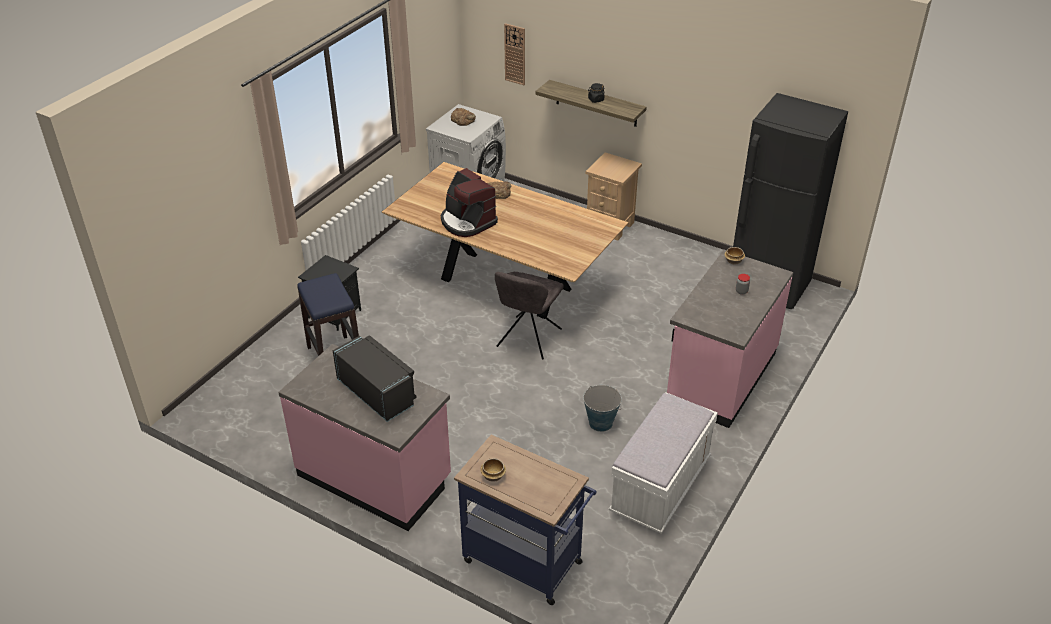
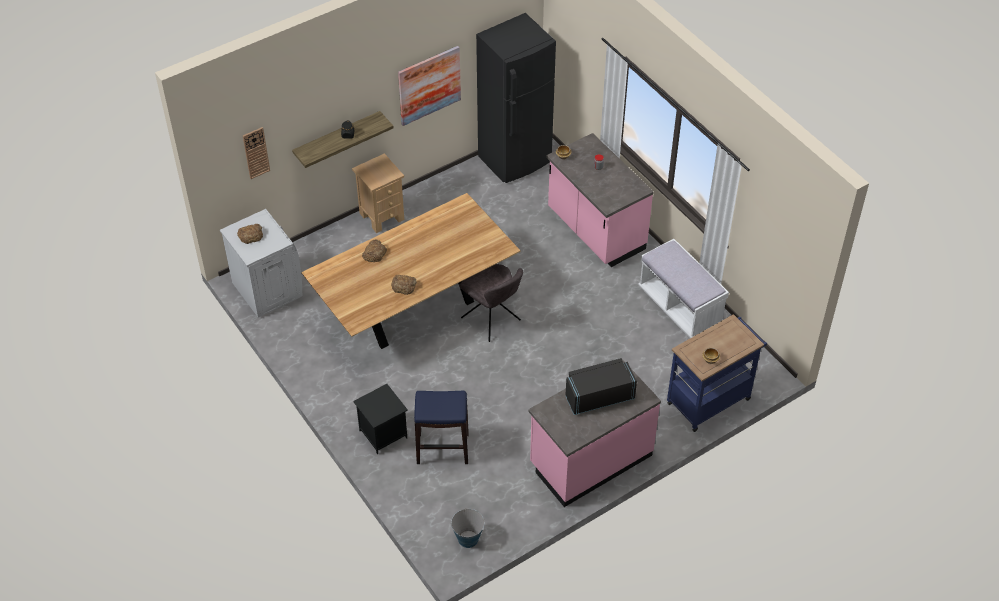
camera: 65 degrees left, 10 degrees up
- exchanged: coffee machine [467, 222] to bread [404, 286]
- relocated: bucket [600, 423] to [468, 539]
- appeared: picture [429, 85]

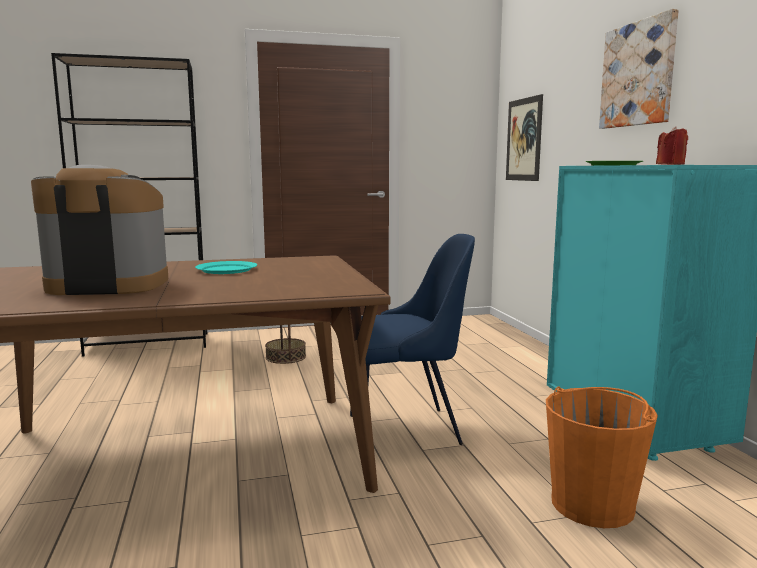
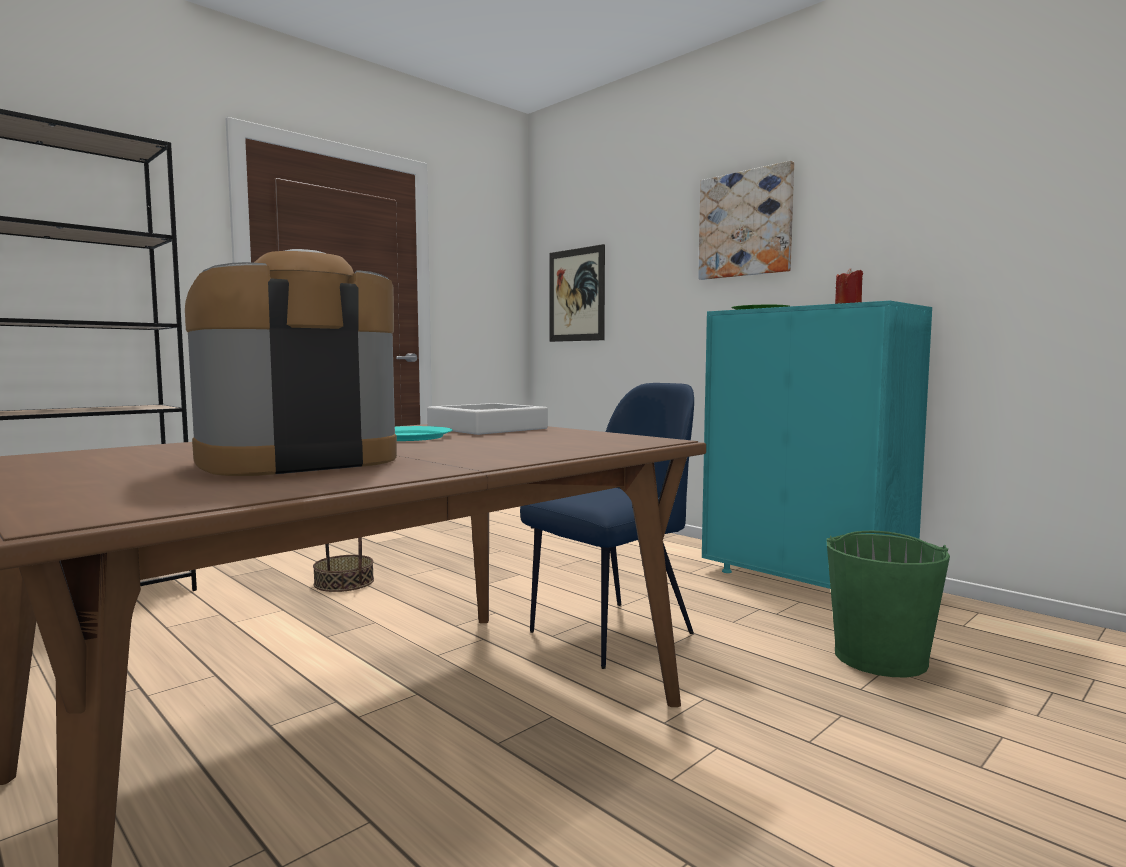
camera: 30 degrees left, 5 degrees down
- colour: bucket/orange [593, 504] to bucket/green [880, 657]
- appeared: tray/grey [487, 428]

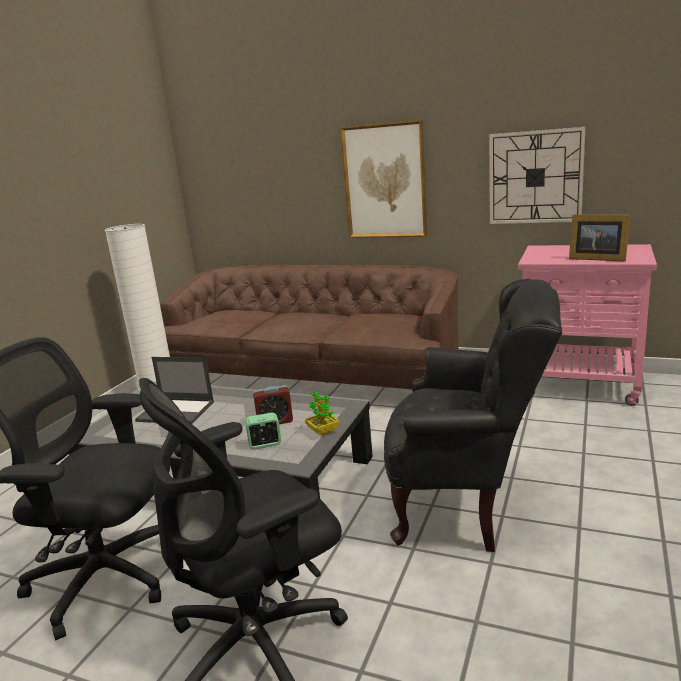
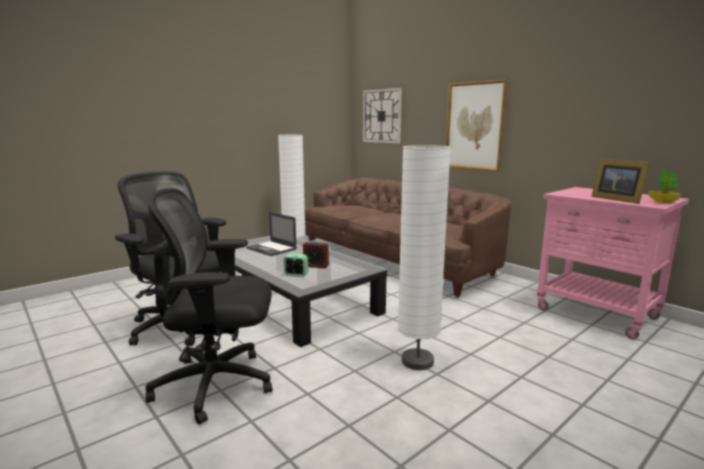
camera: 25 degrees right, 5 degrees down
- relocated: potted plant [323, 431] to [662, 202]
- exchanged: armchair/black [468, 508] to floor lamp/white [417, 361]
- relocated: wall clock [535, 177] to [382, 116]

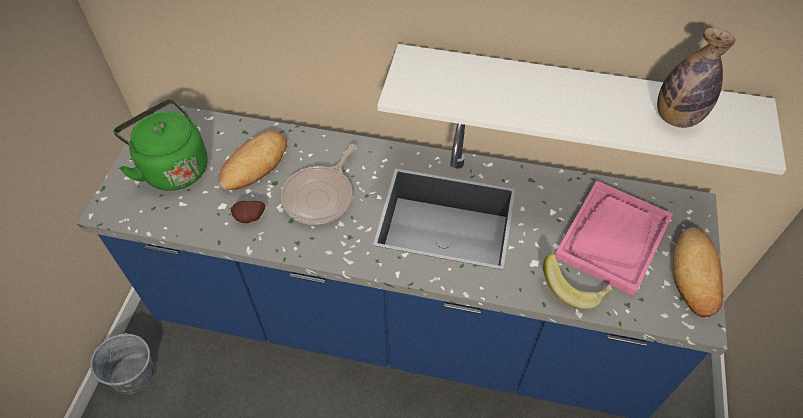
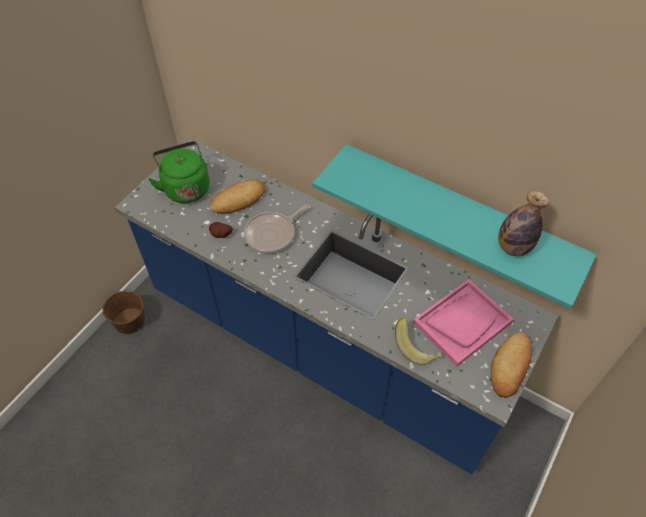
camera: 20 degrees right, 0 degrees up
- colour: bucket/grey [133, 373] to bucket/brown [130, 321]
- colour: shelf/white [571, 97] to shelf/turquoise [458, 213]

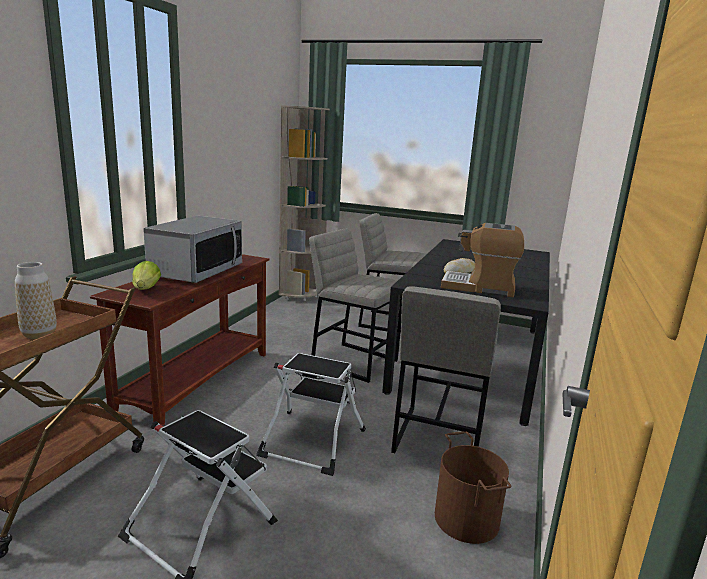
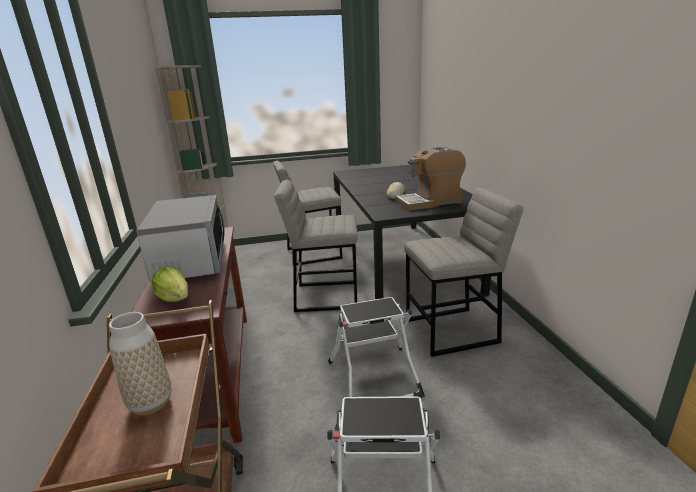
camera: 30 degrees left, 5 degrees up
- spun: chair/grey [438, 439] = [453, 330] 90 degrees counterclockwise
- missing: bucket/brown [465, 519]

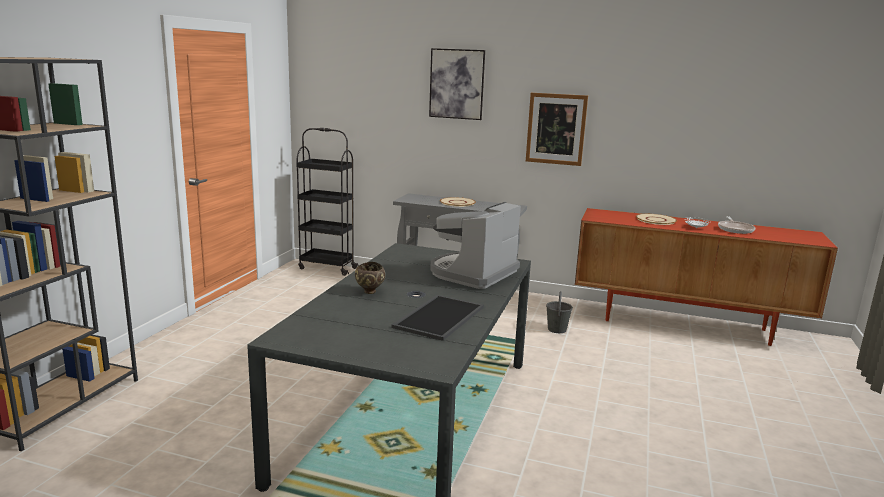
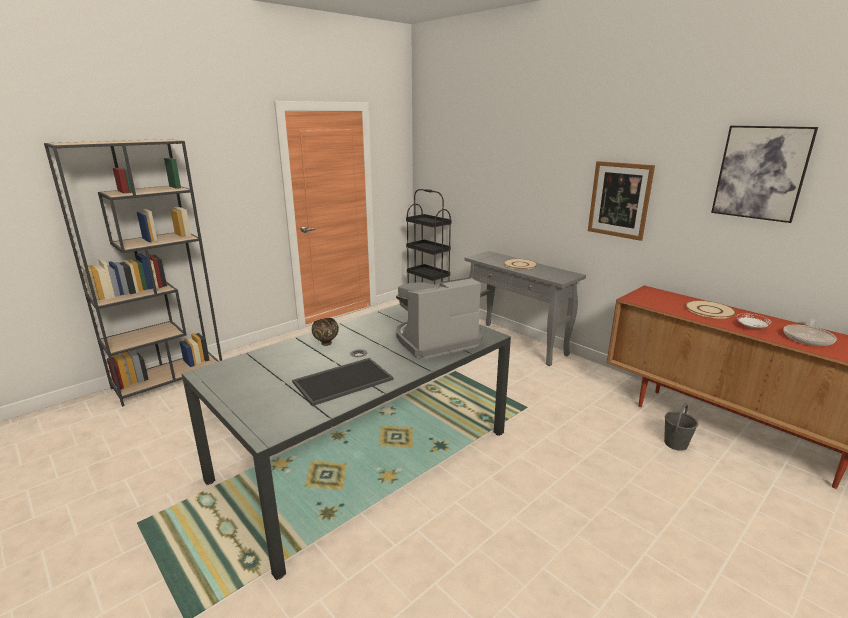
camera: 30 degrees right, 5 degrees up
- relocated: picture [457, 84] to [761, 173]
- relocated: bucket/grey [557, 329] to [675, 444]

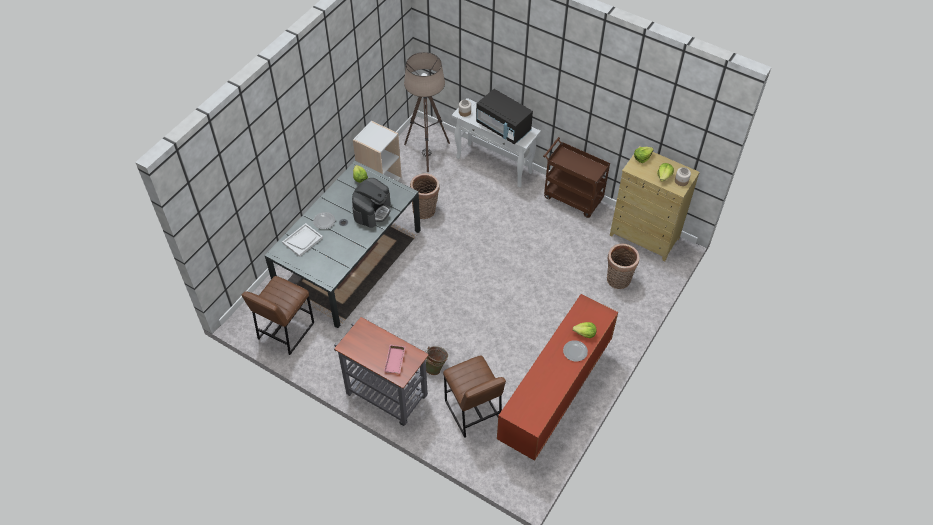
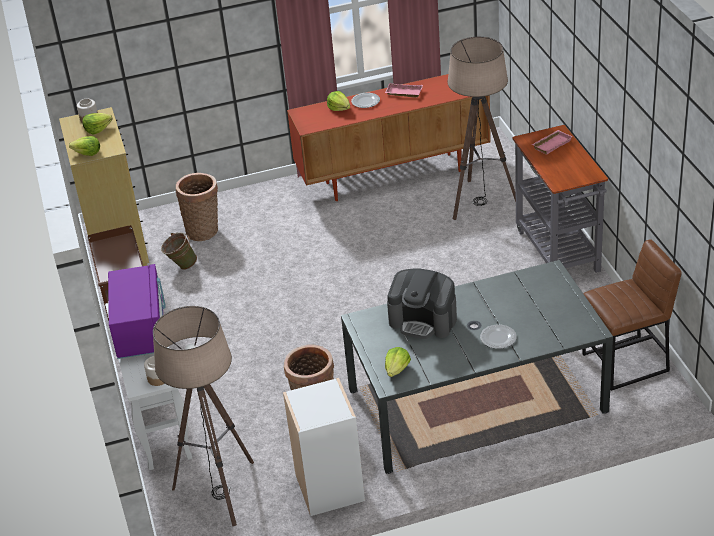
camera: 135 degrees left, 15 degrees down
- missing: tray/white [302, 240]
- spun: coffee machine [372, 211] = [423, 320] 135 degrees counterclockwise
- relocated: bucket/green [436, 367] to [181, 266]
- exchanged: chair/brown [473, 411] to floor lamp [480, 202]
- colour: microwave/black [503, 127] to microwave/purple [141, 330]
- appeared: tray/pink [403, 93]

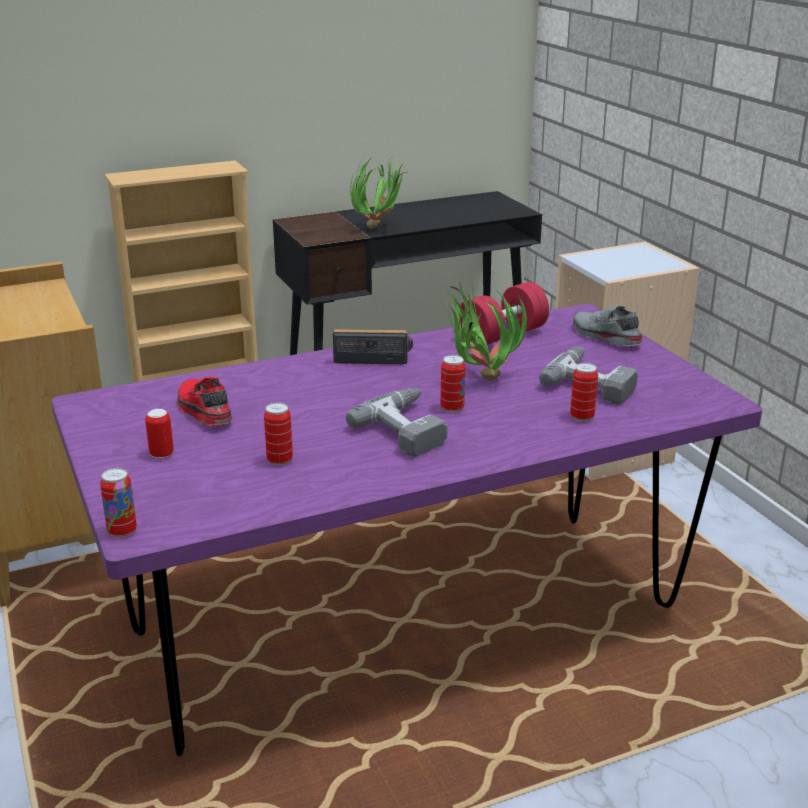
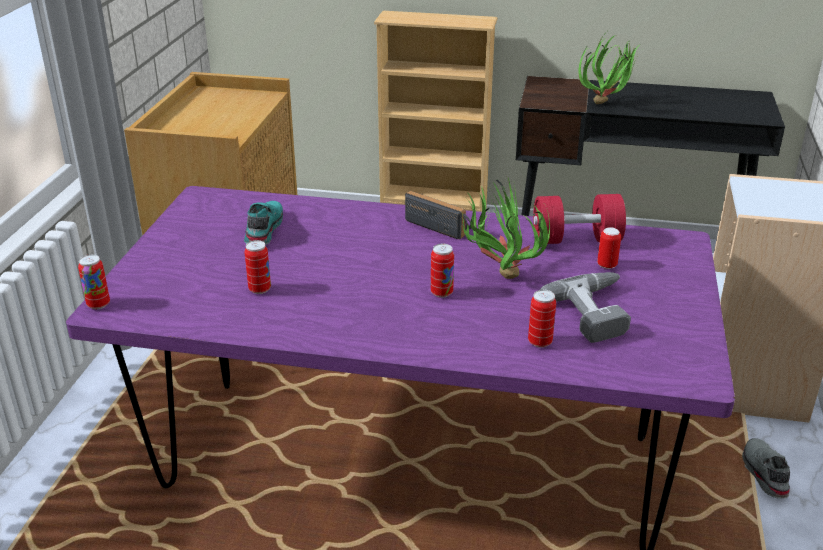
camera: 35 degrees right, 5 degrees up
- relocated: can [161, 454] to [607, 265]
- colour: shoe/red [203, 411] to shoe/turquoise [262, 230]
- missing: power drill [410, 429]
- relocated: shoe/grey [604, 337] to [763, 473]

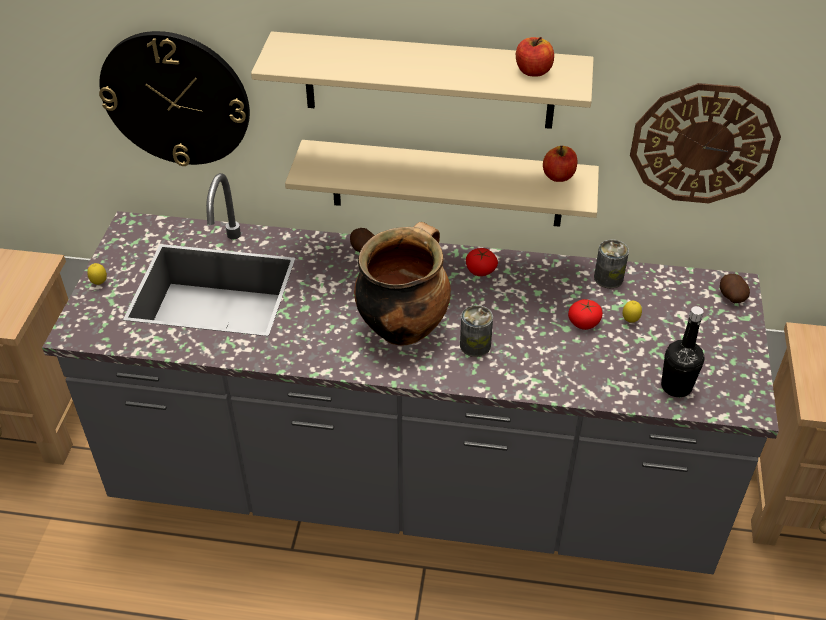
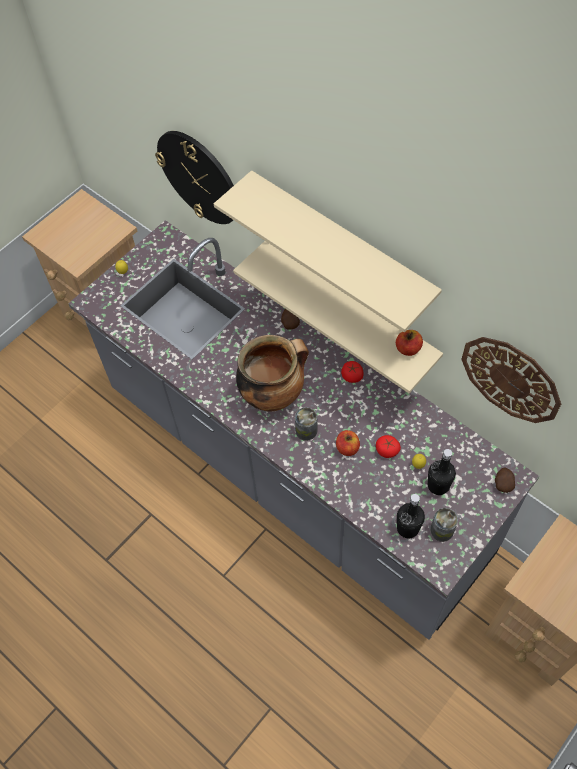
camera: 35 degrees right, 15 degrees up
- relocated: apple [533, 71] to [347, 448]
- relocated: can [608, 278] to [442, 530]
- appeared: bottle/black [438, 485]

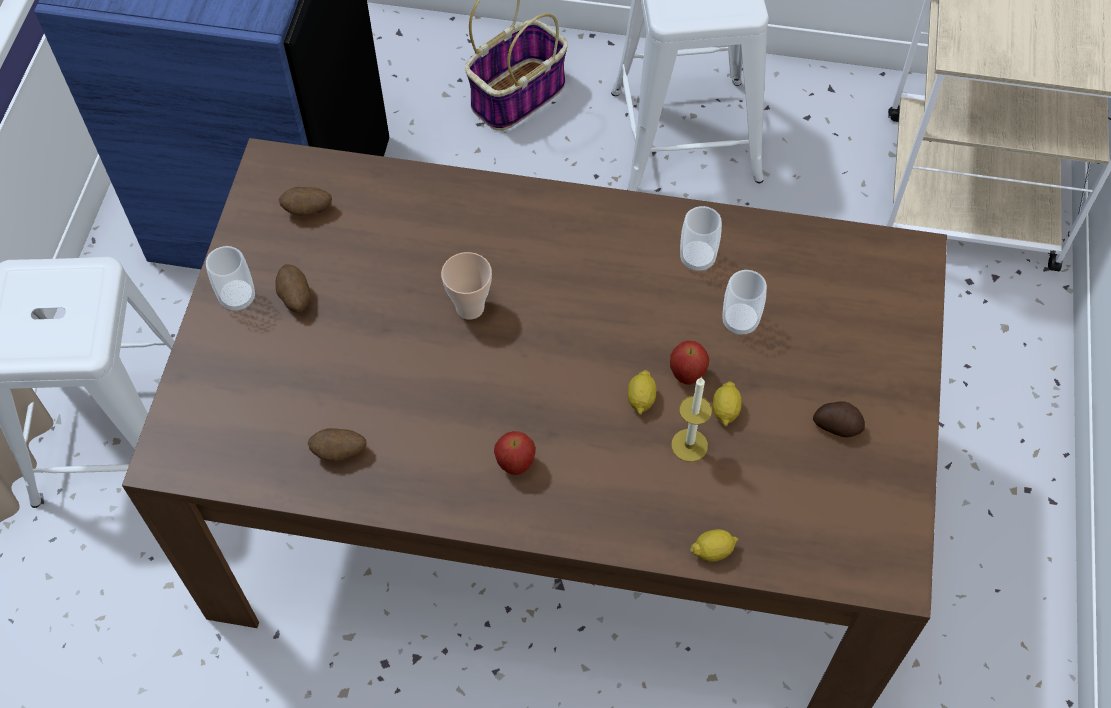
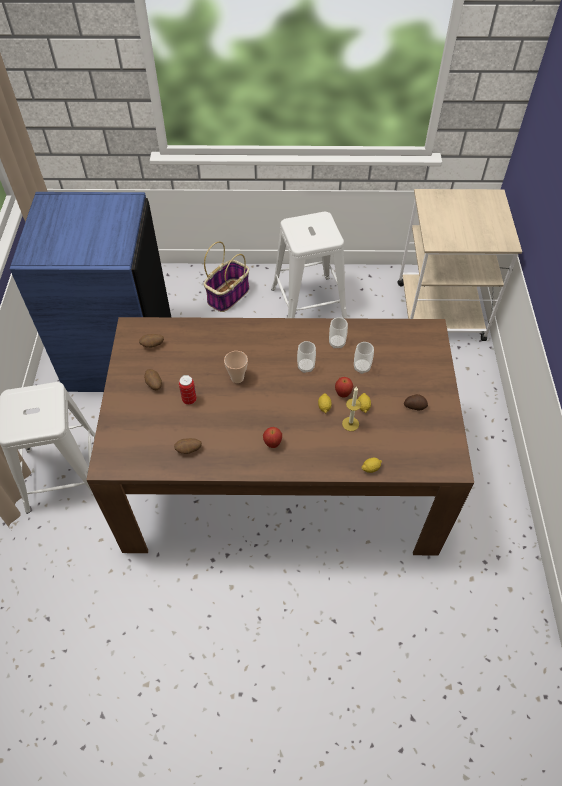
camera: 10 degrees left, 5 degrees down
- relocated: cup [238, 298] to [306, 367]
- appeared: can [189, 399]

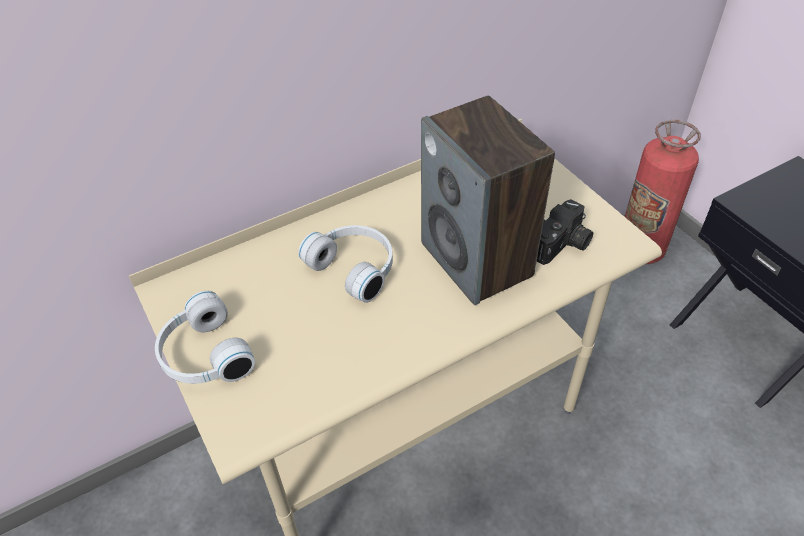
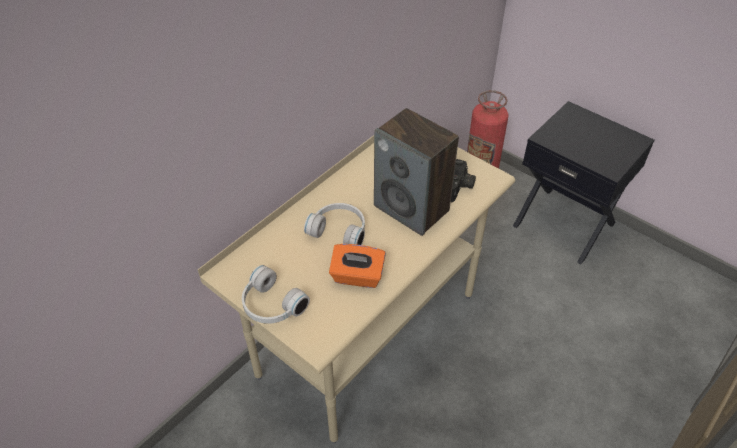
camera: 20 degrees left, 0 degrees up
- appeared: tissue box/orange [357, 277]

